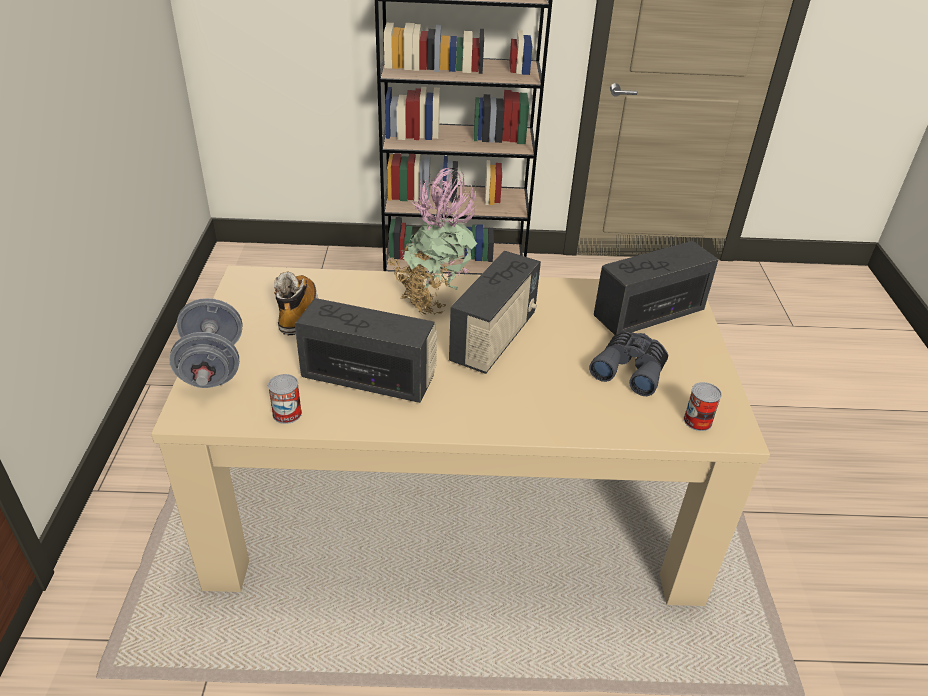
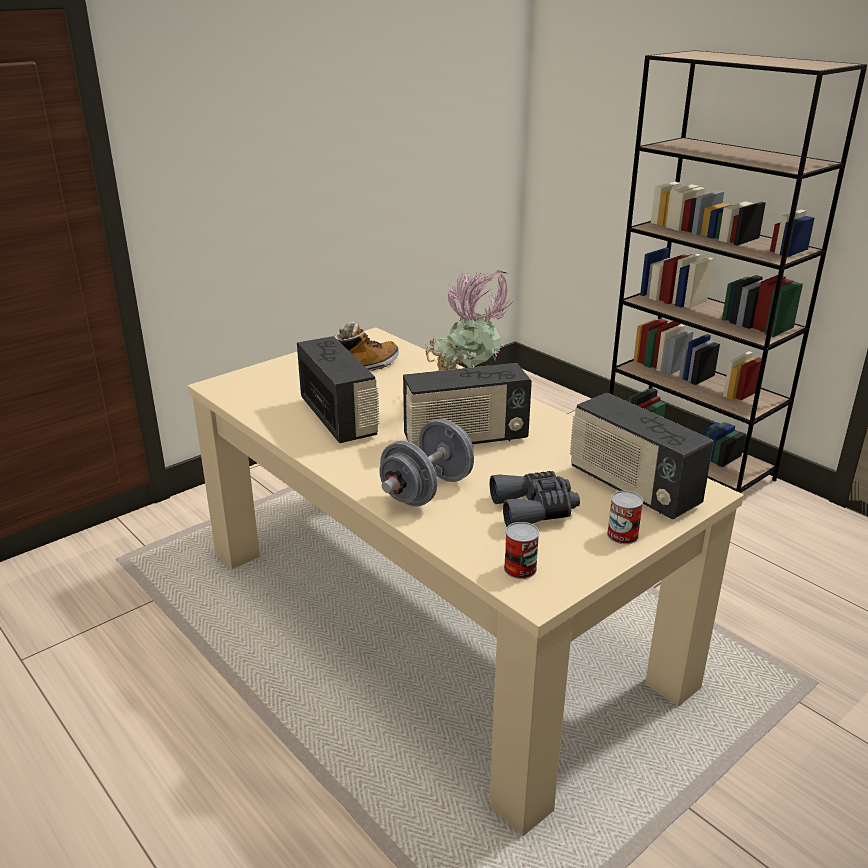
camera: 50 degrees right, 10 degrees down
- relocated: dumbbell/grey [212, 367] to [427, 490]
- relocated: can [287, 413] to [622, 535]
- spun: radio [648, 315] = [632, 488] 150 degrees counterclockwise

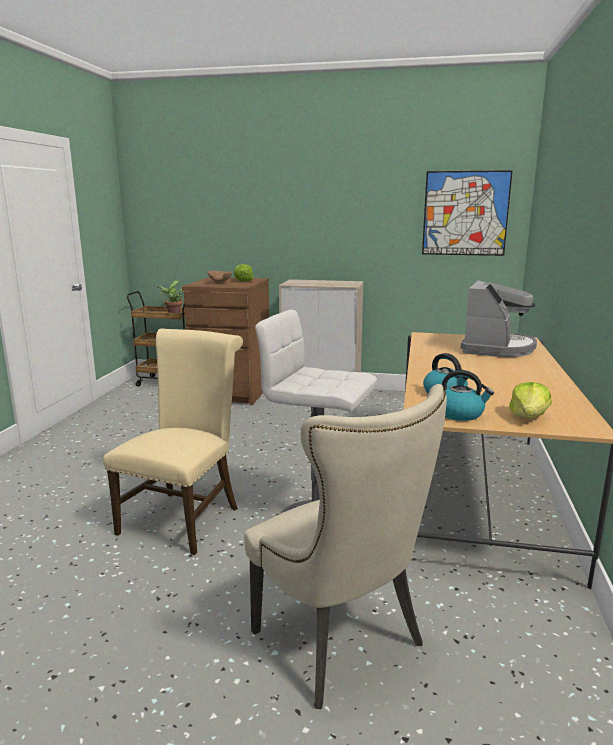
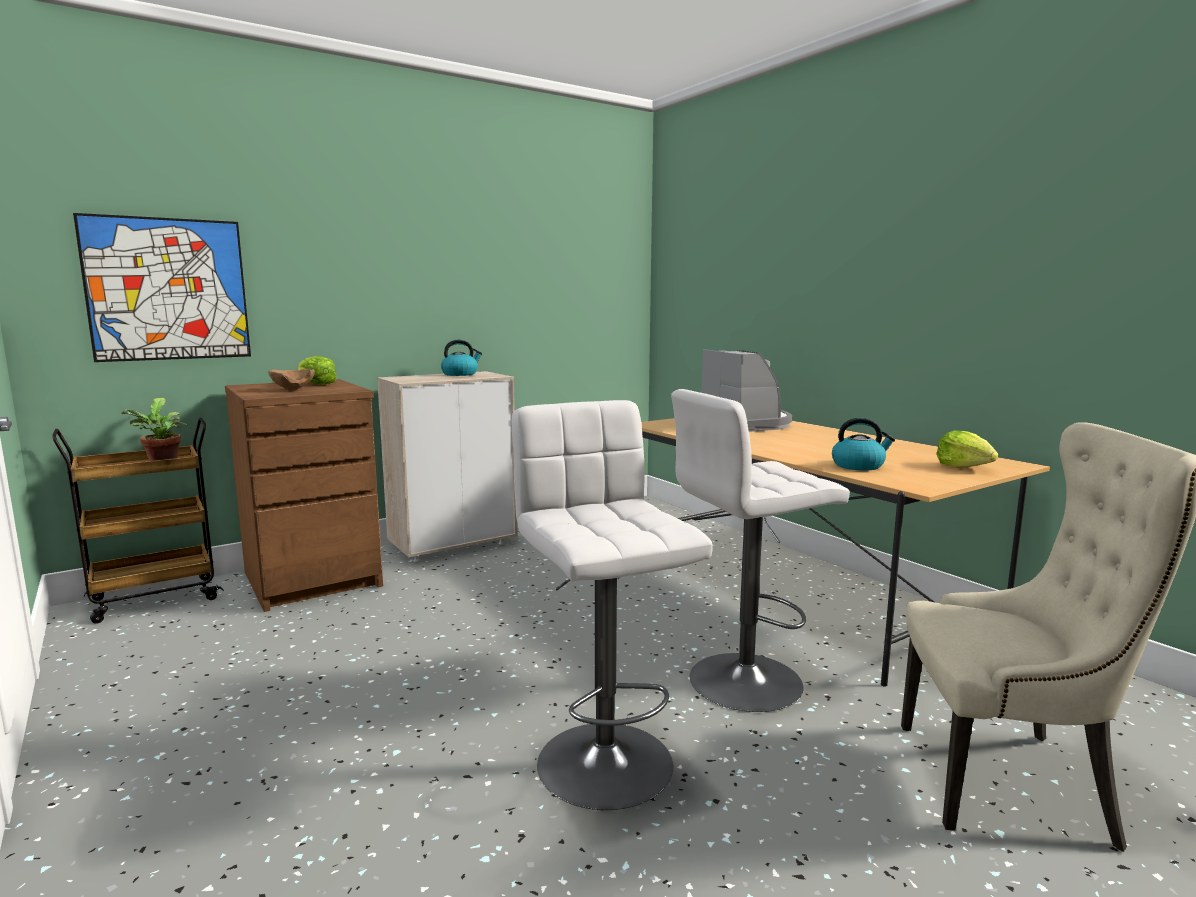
camera: 45 degrees left, 5 degrees down
- exchanged: chair/beige [183, 517] to stool/white [605, 763]
- relocated: picture [465, 213] to [168, 289]
- relocated: kettle [460, 414] to [460, 374]

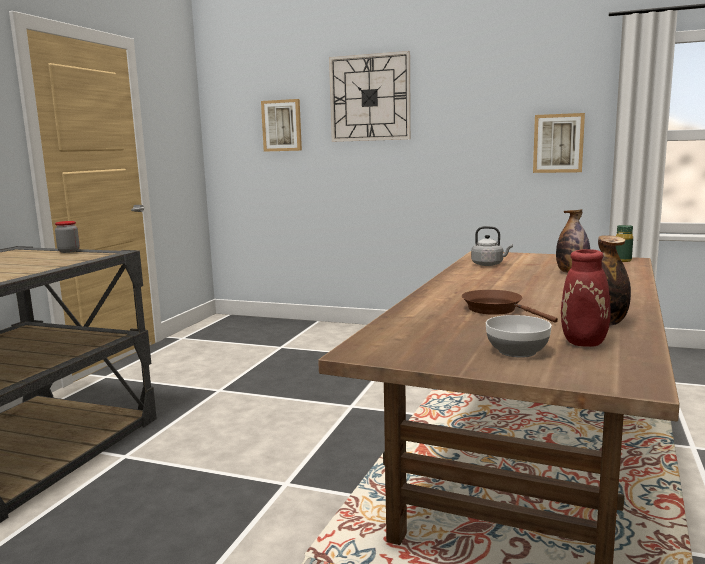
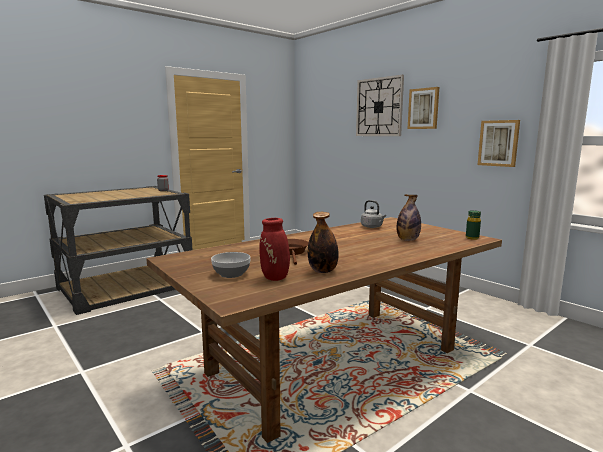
camera: 30 degrees right, 0 degrees up
- relocated: picture [282, 125] to [423, 108]

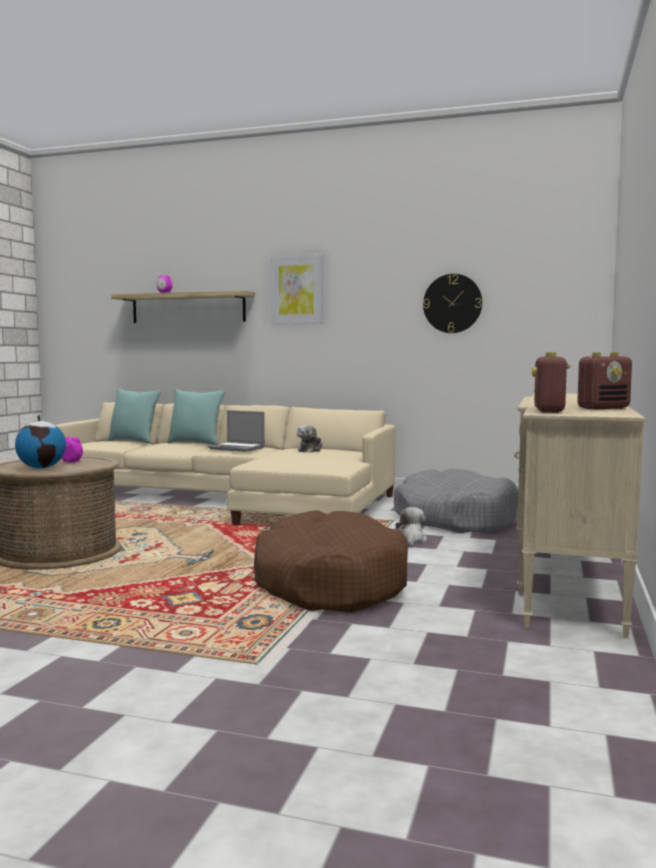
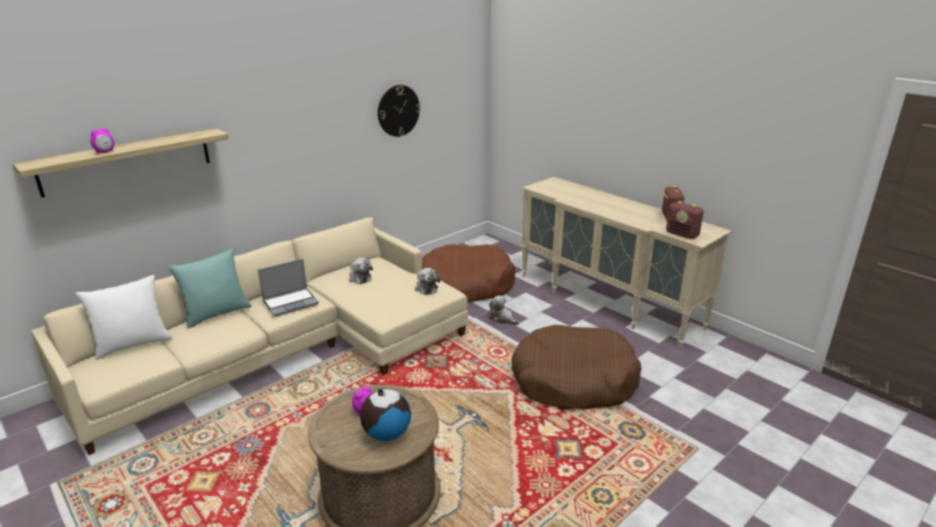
camera: 60 degrees left, 20 degrees up
- colour: pillow/turquoise [134, 441] to pillow/white [133, 344]
- missing: picture [297, 290]
- colour: dog bed/grey [454, 519] to dog bed/brown [465, 285]
- appeared: plush toy [426, 288]

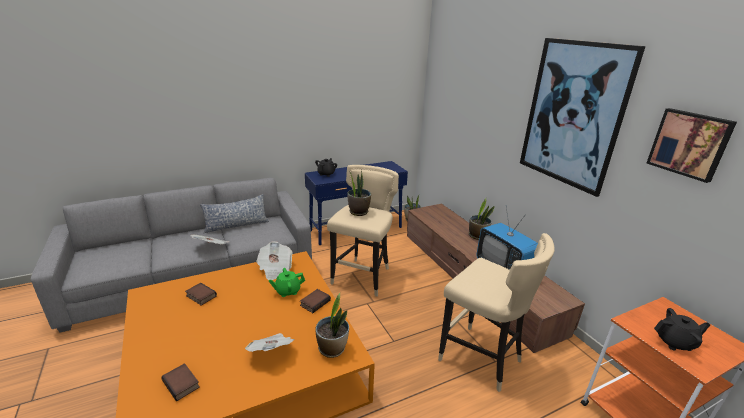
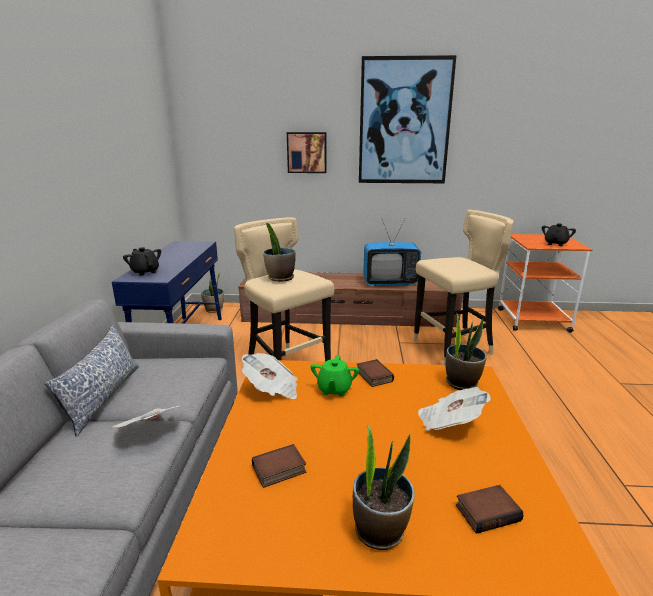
camera: 60 degrees left, 5 degrees down
- relocated: potted plant [477, 236] to [380, 530]
- relocated: picture [689, 144] to [307, 152]

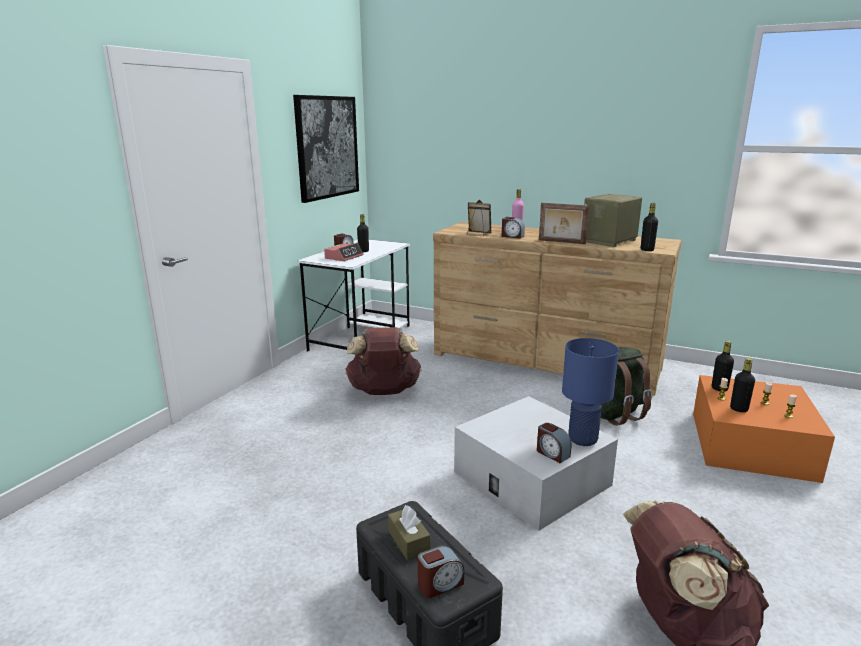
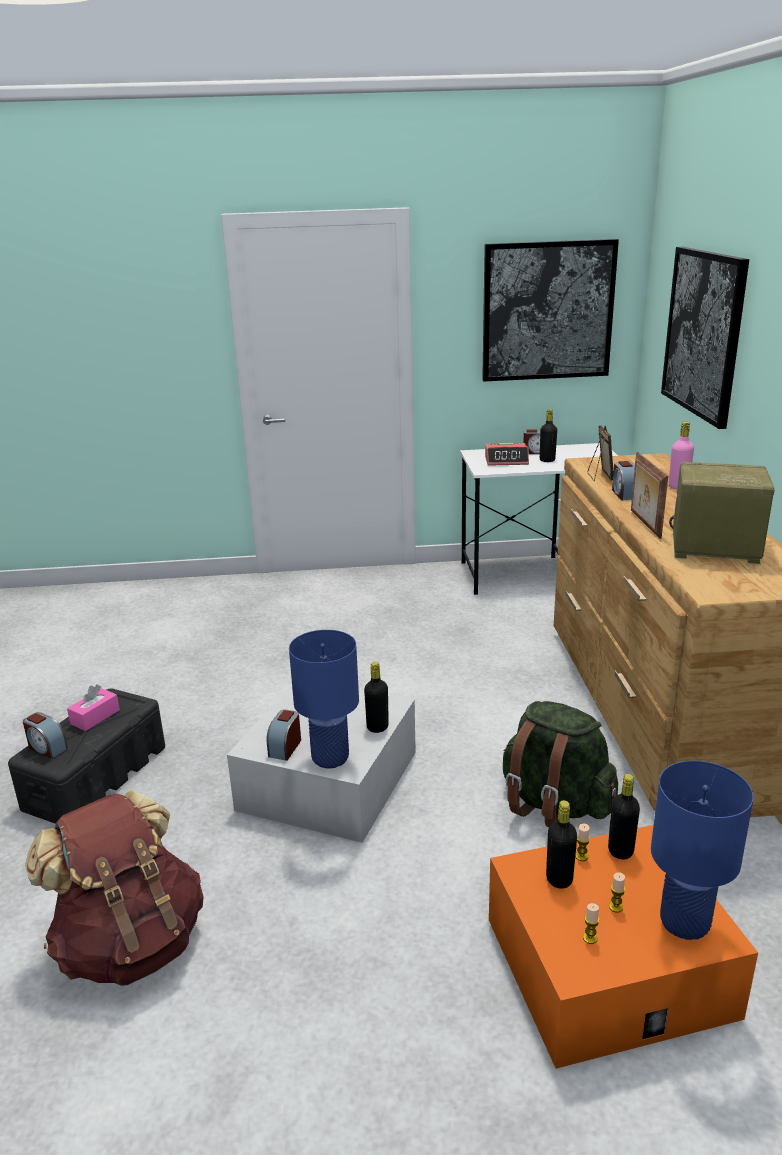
camera: 60 degrees right, 5 degrees up
- missing: backpack/brown [384, 392]
- colour: tissue box/brown [408, 541] to tissue box/pink [95, 717]
- relocated: bottle/black [647, 250] to [377, 727]
- appeared: table lamp/blue [685, 925]
- appeared: picture [703, 333]

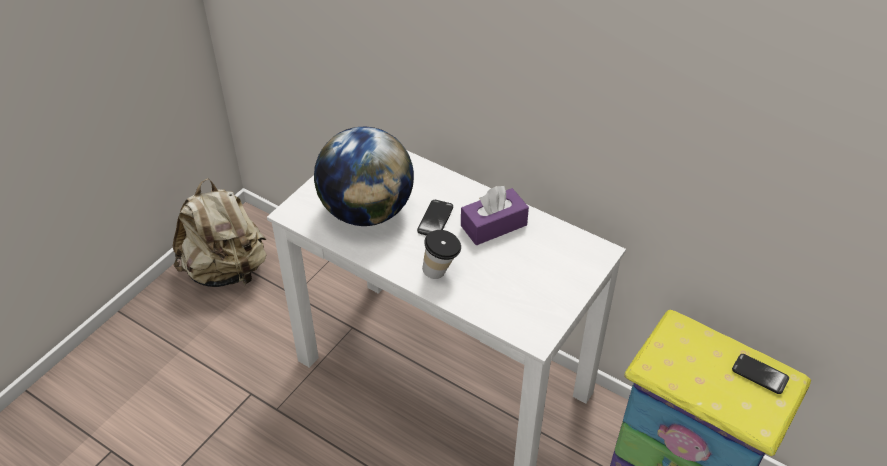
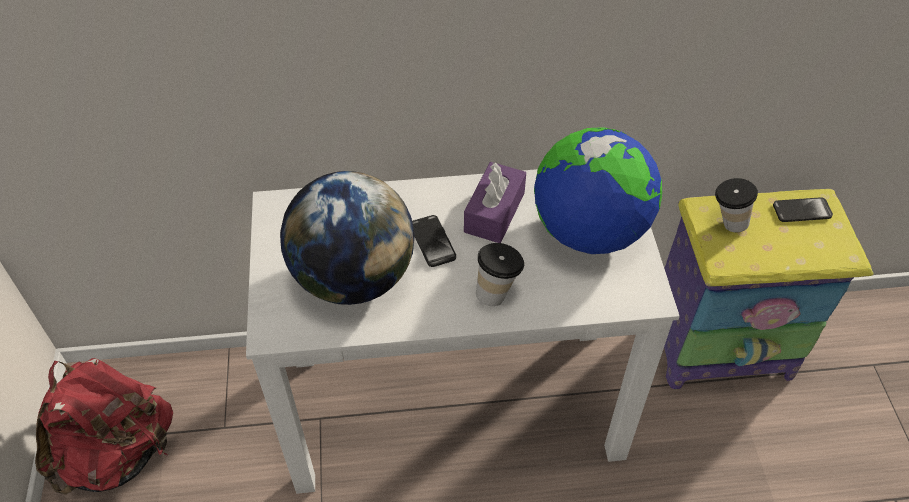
camera: 40 degrees left, 5 degrees up
- colour: backpack/beige [226, 270] to backpack/red [118, 453]
- appeared: globe [589, 231]
- appeared: cup [726, 223]

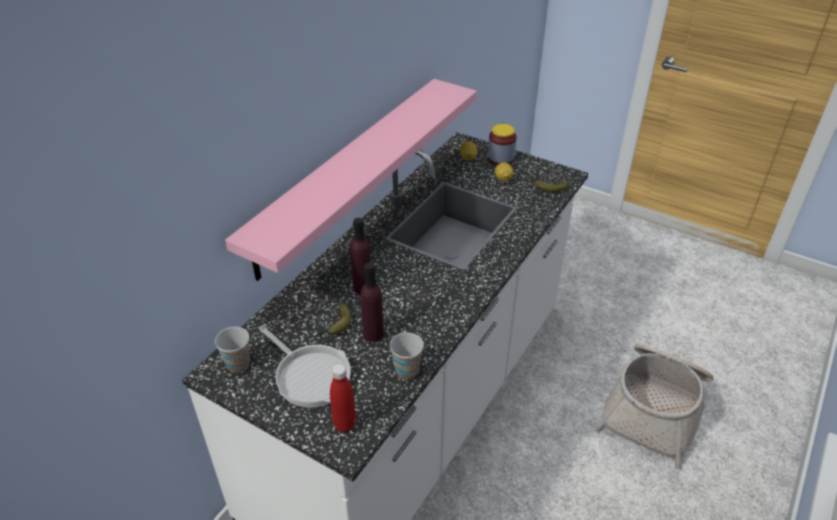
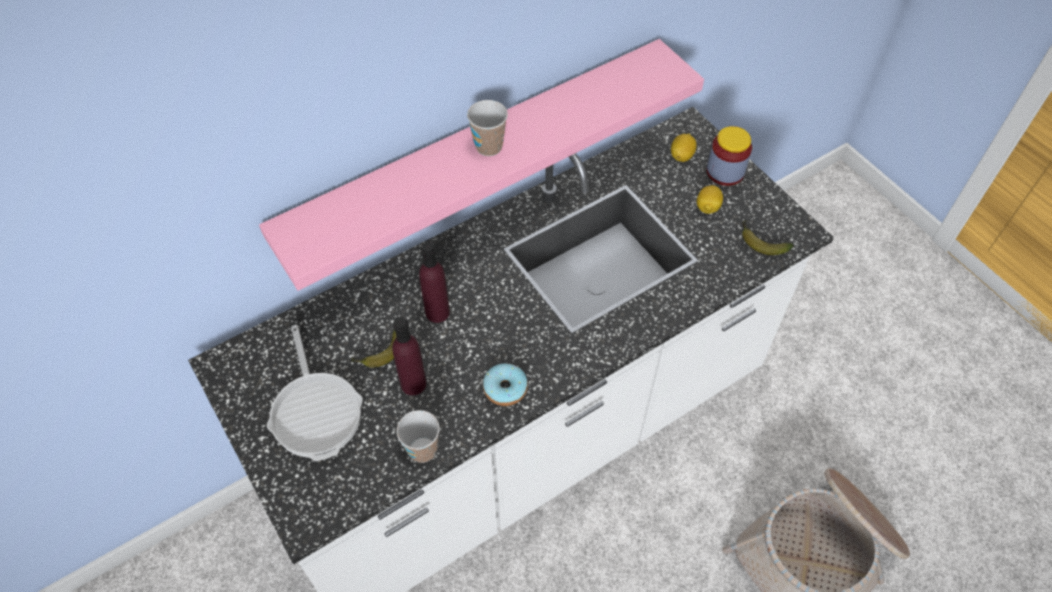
camera: 25 degrees right, 15 degrees up
- relocated: cup [238, 364] to [489, 147]
- missing: bottle/red [344, 425]
- appeared: donut [505, 389]

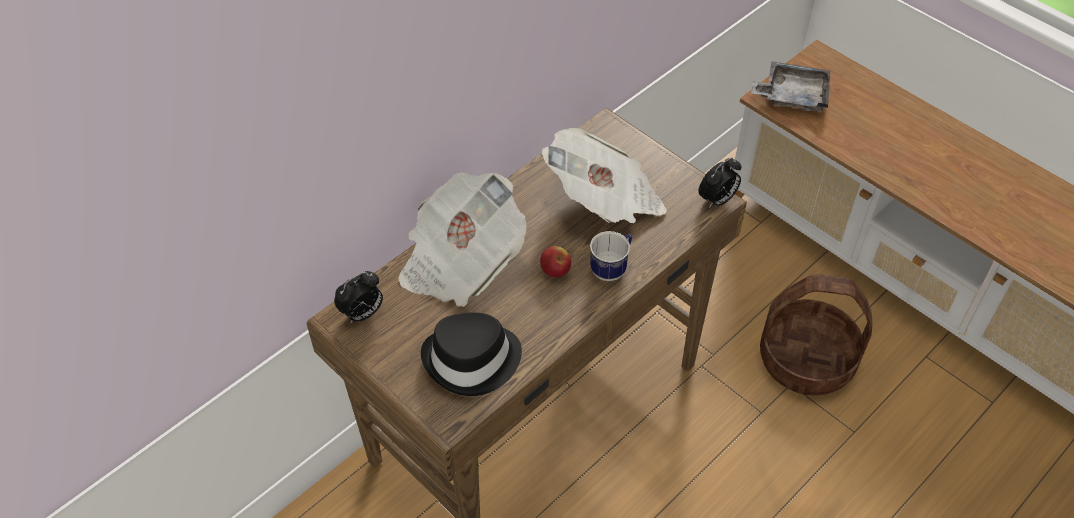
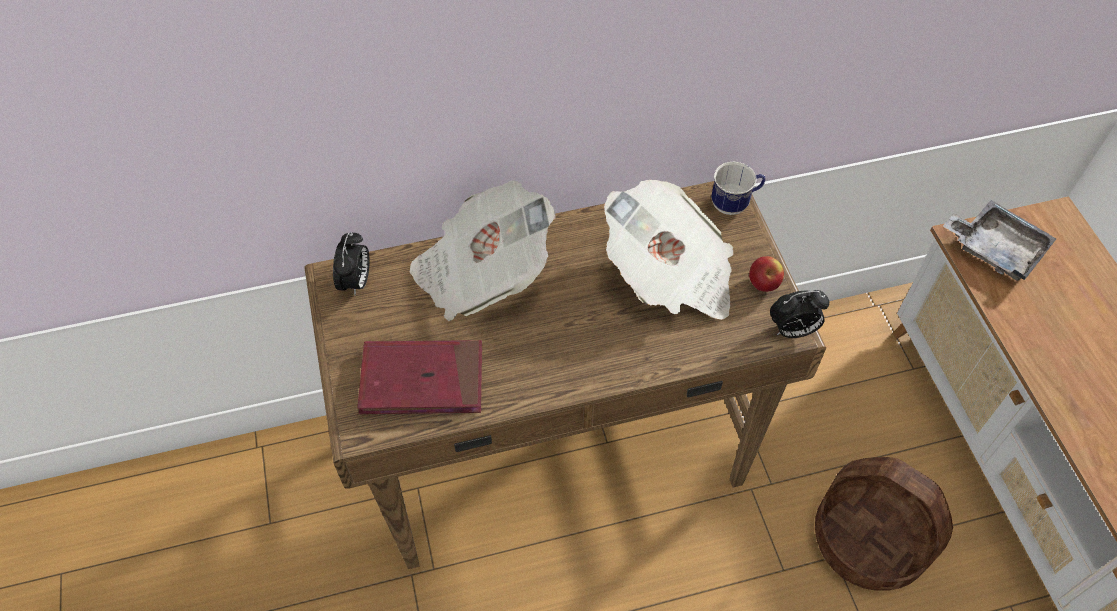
camera: 30 degrees right, 5 degrees up
- spun: alarm clock [362, 314] = [356, 282] 75 degrees counterclockwise
- exchanged: hat/black [472, 360] to book/red [422, 380]
- relocated: apple [555, 271] to [763, 284]
- relocated: mug [612, 268] to [734, 204]

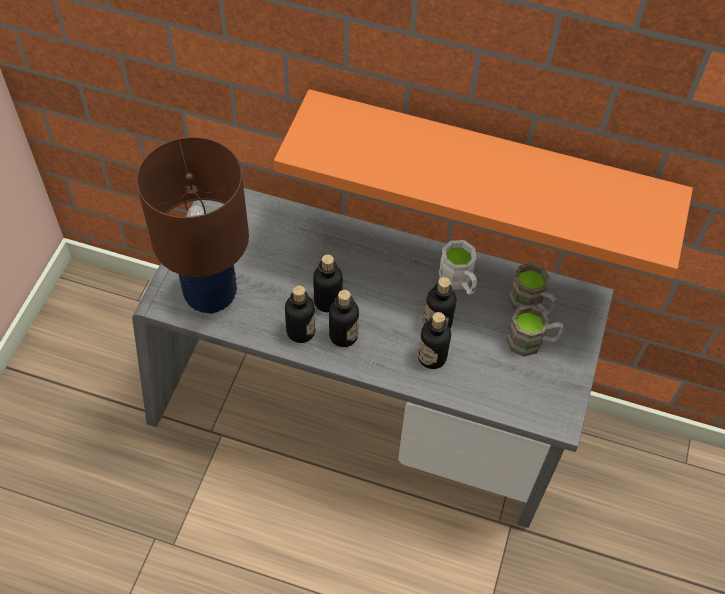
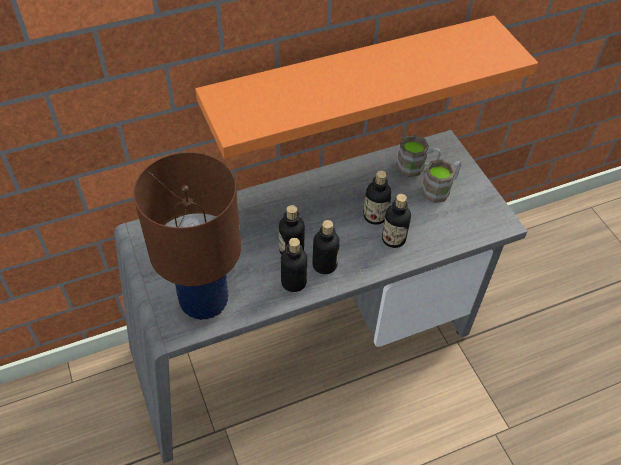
camera: 40 degrees left, 5 degrees down
- missing: mug/white [459, 281]

